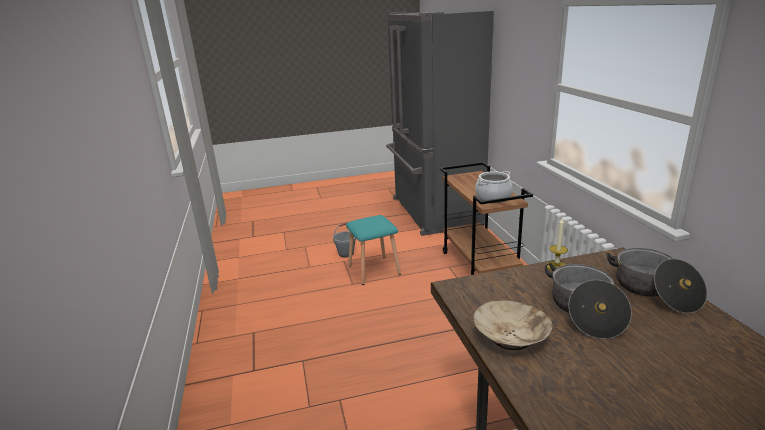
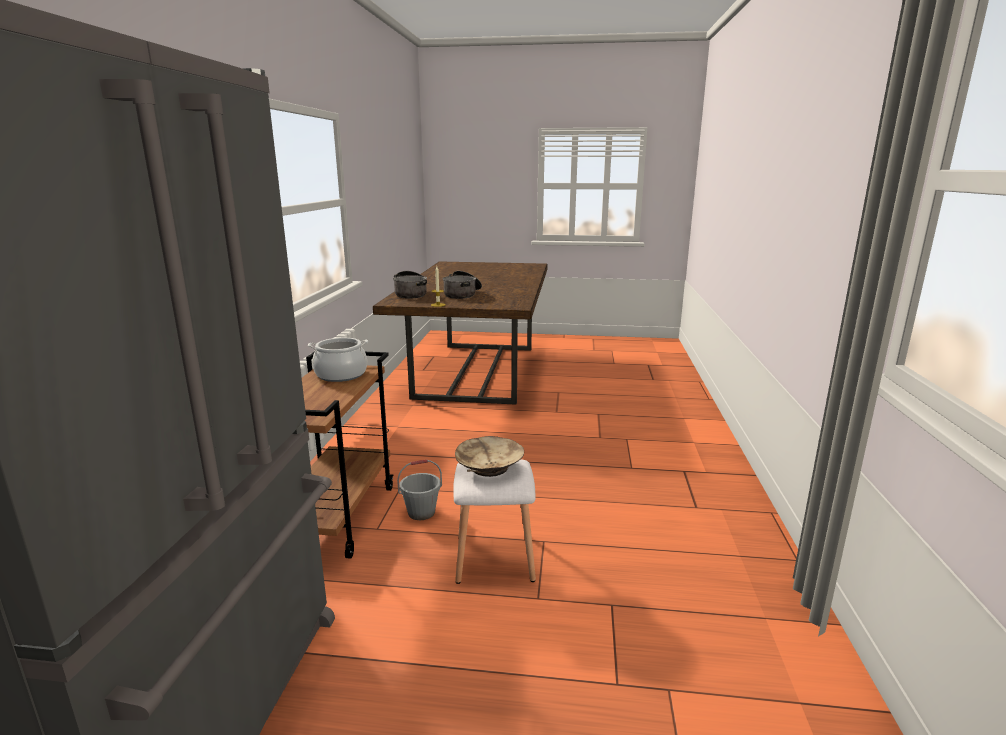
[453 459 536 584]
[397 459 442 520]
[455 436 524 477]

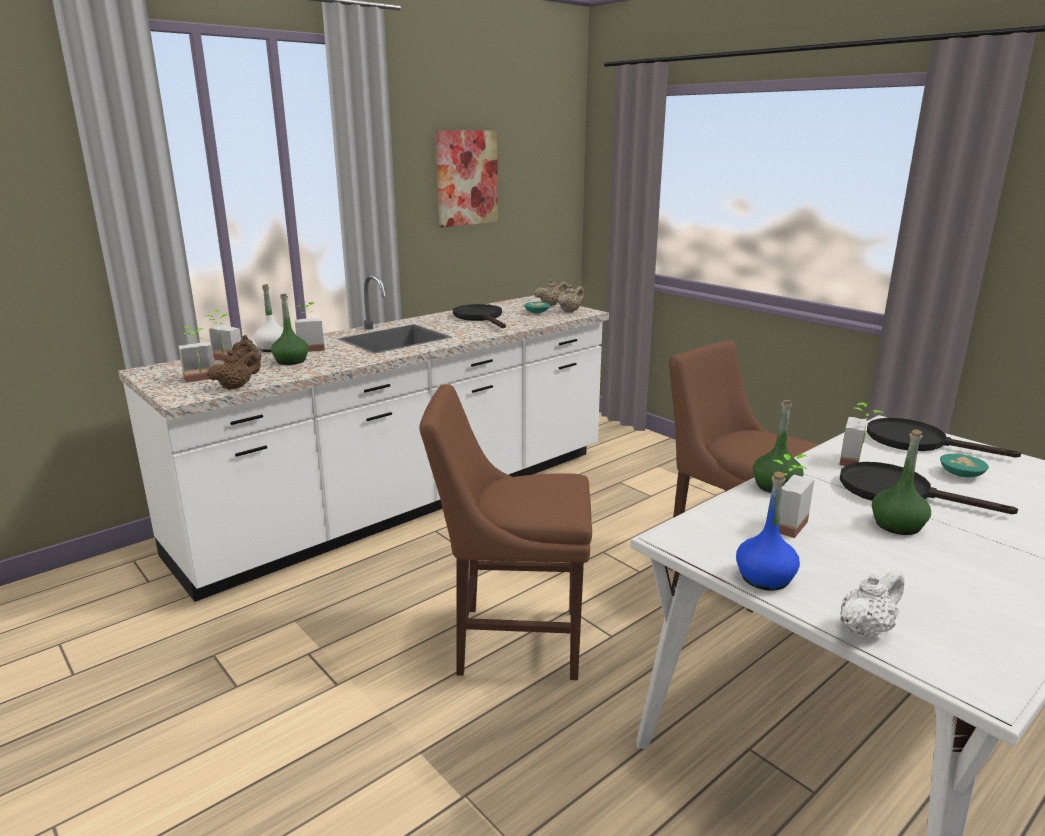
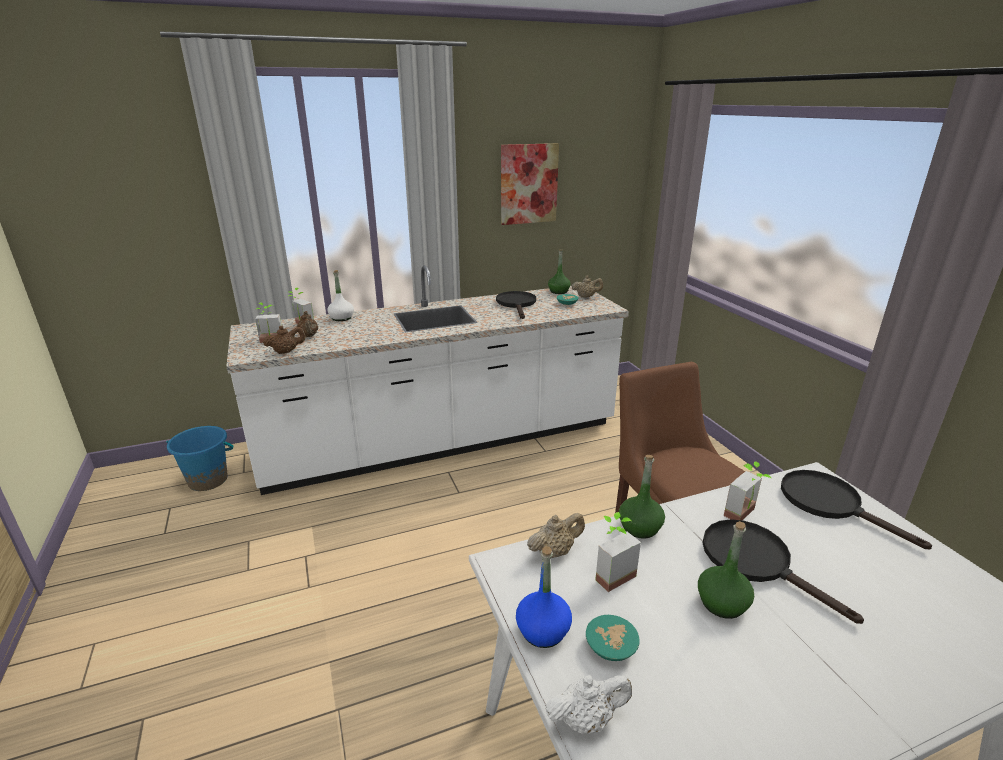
[527 513 585 558]
[548 249 571 294]
[295 302 325 352] (first image)
[419 384 592 680] (first image)
[586 615 640 661]
[167 426 233 491]

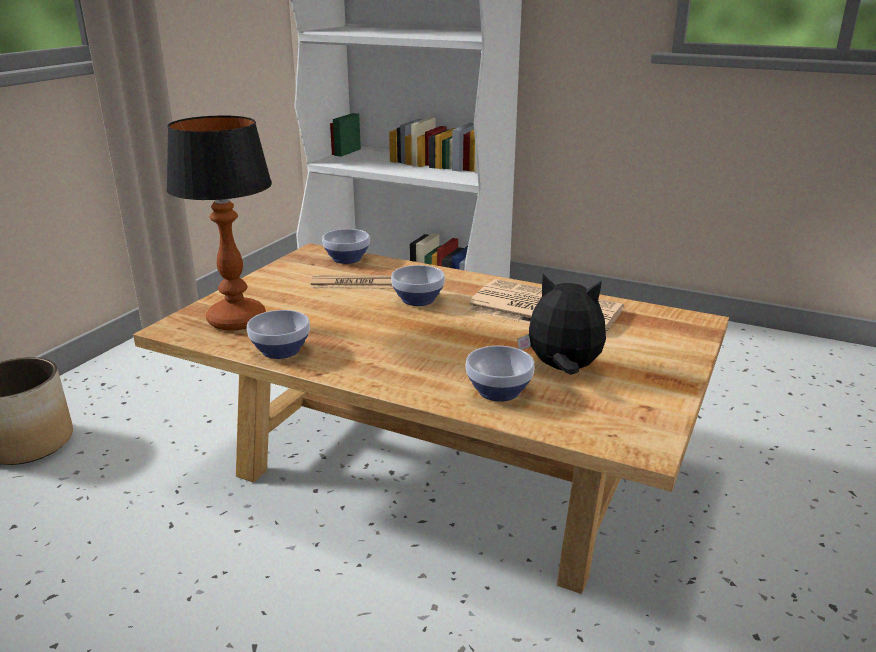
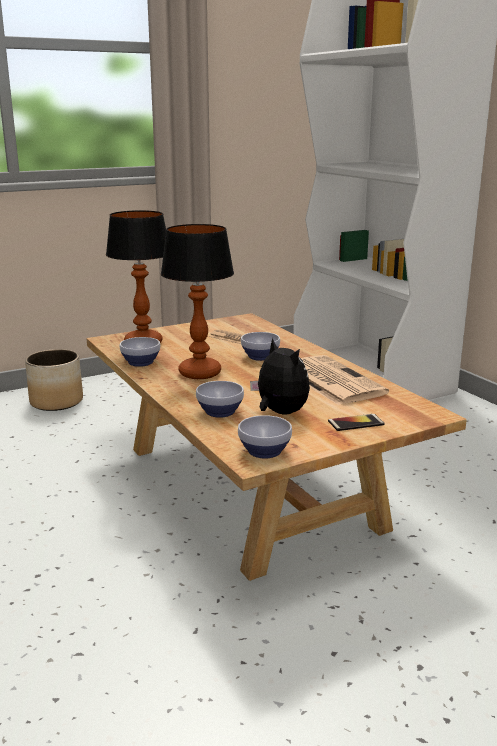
[238 415 292 459]
[161 224 234 379]
[328 414 385 431]

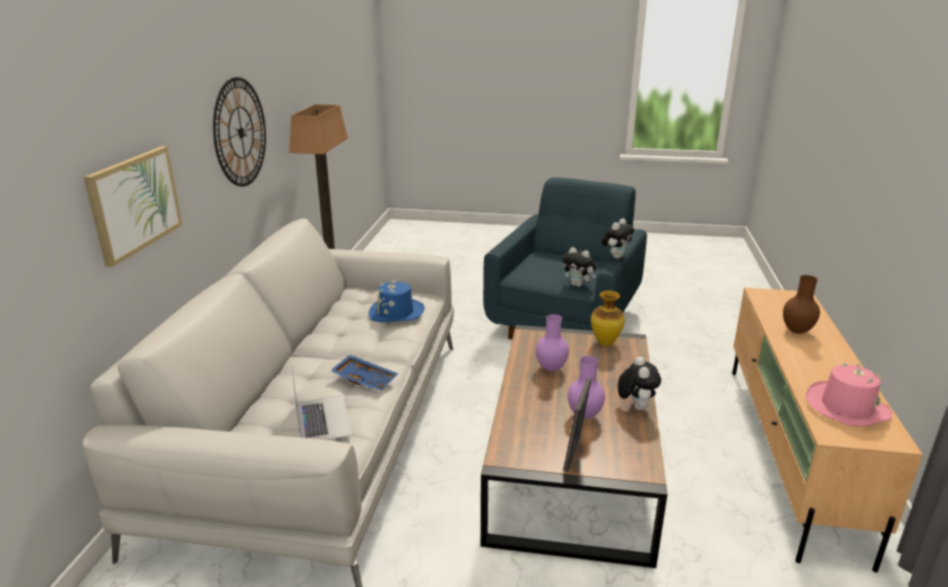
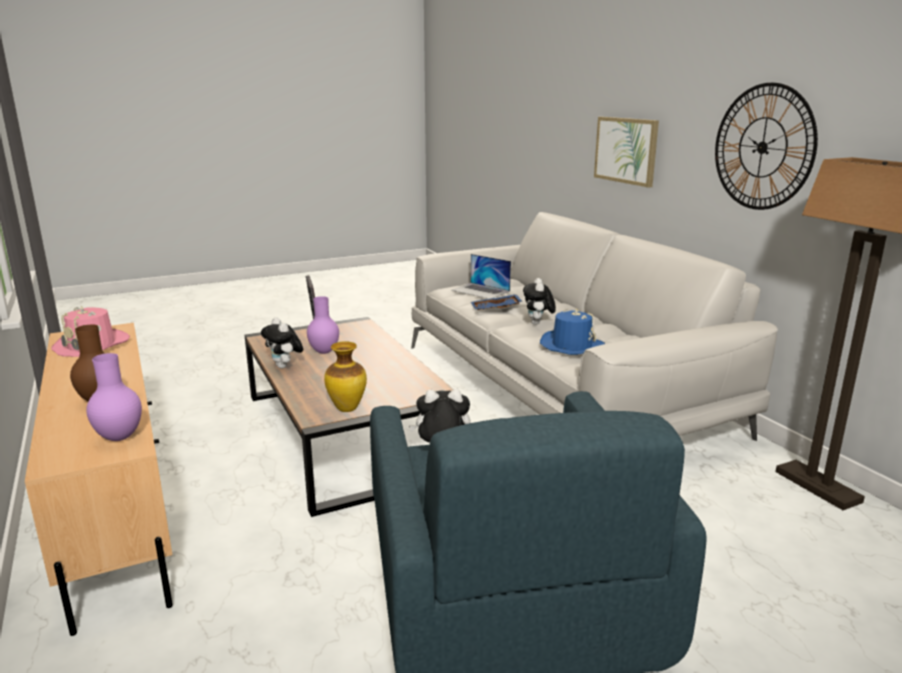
[523 278 556 325]
[86 353 142 441]

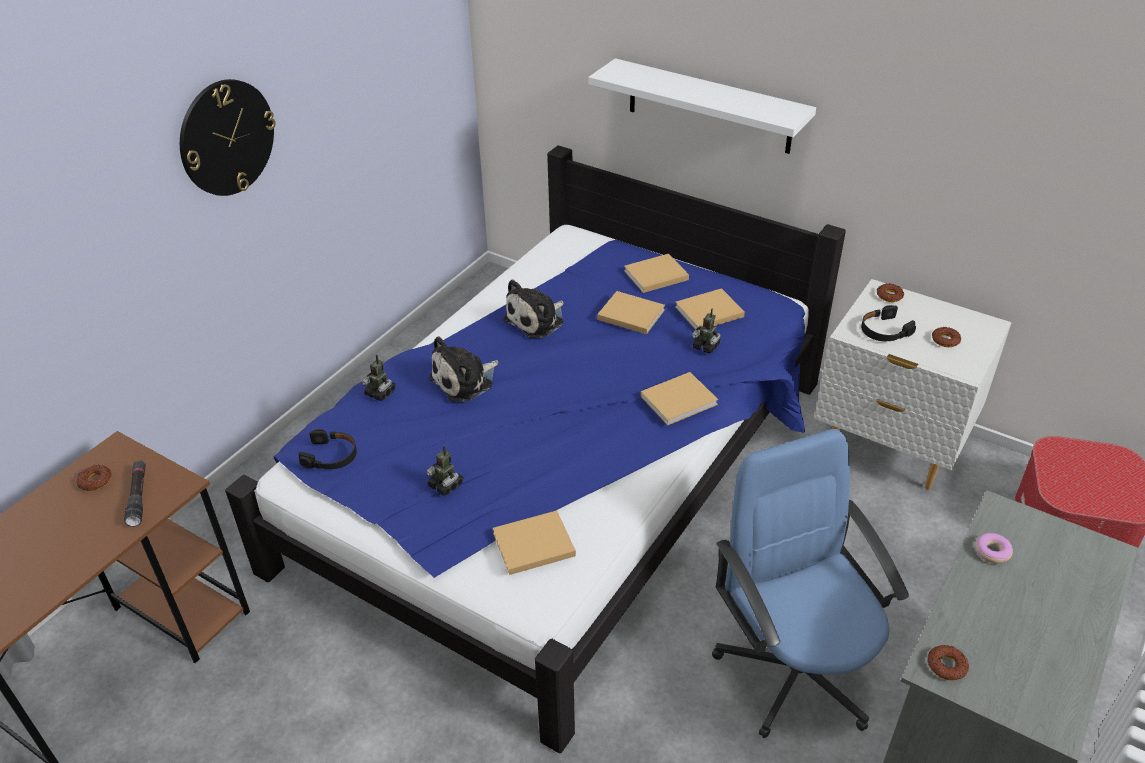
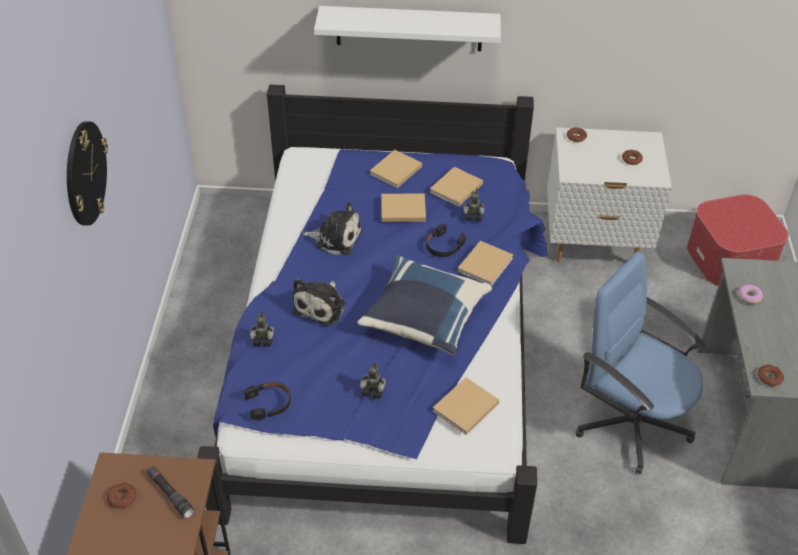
[303 202 362 255]
[426 224 466 257]
[357 255 493 355]

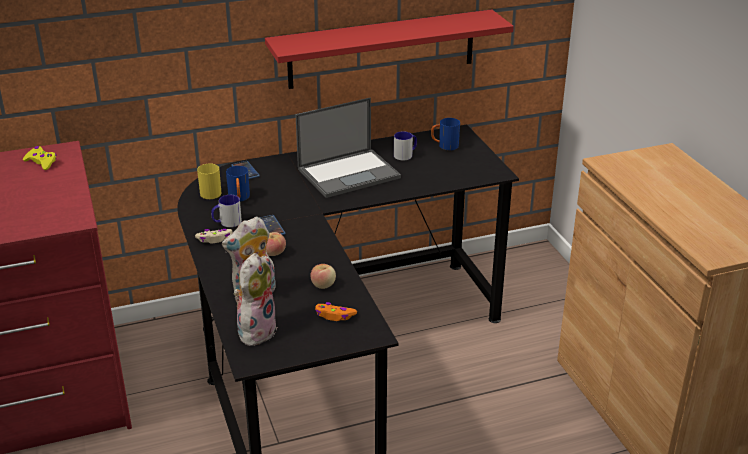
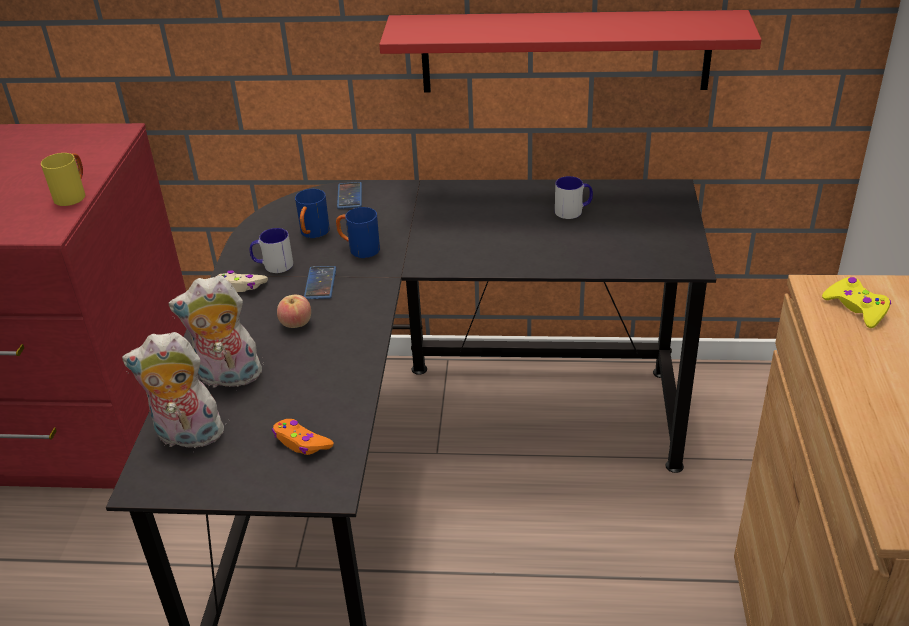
[295 98 401 198] (first image)
[336 207 380 258]
[822 277 891 328]
[41 153 85 206]
[122 332 224 448]
[310 264 336 289] (first image)

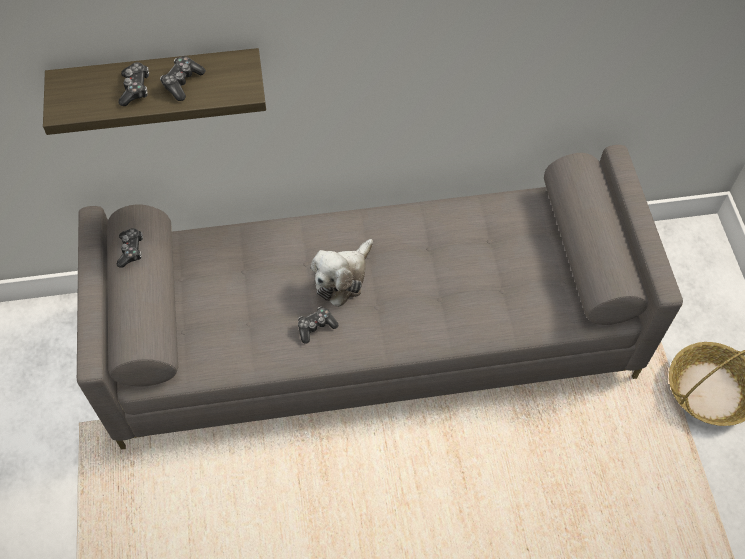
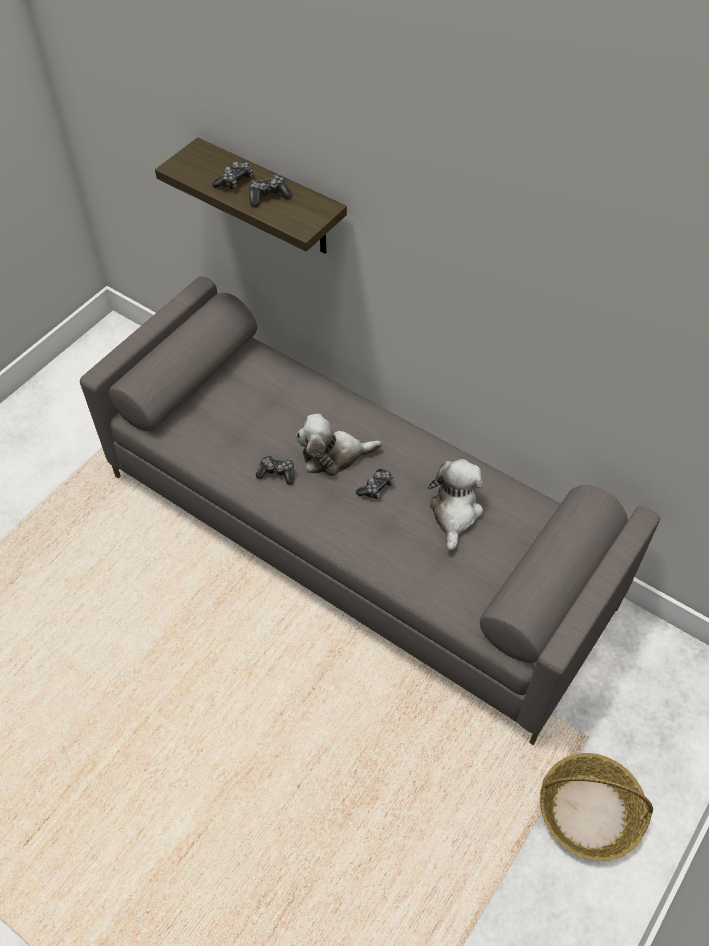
[356 469 394 499]
[428 459 483 551]

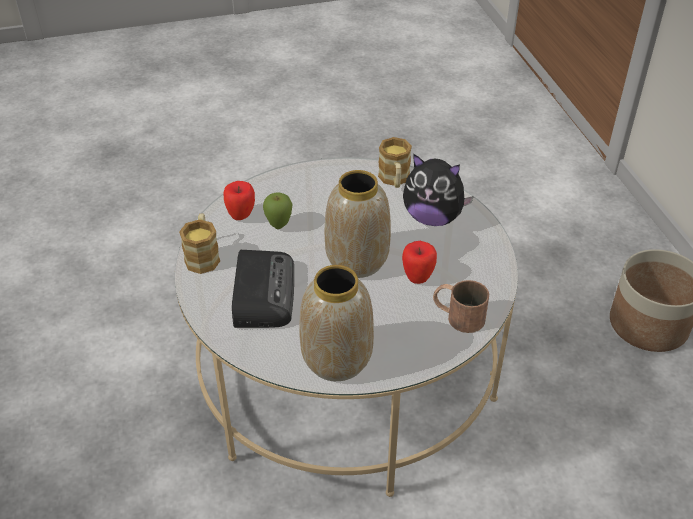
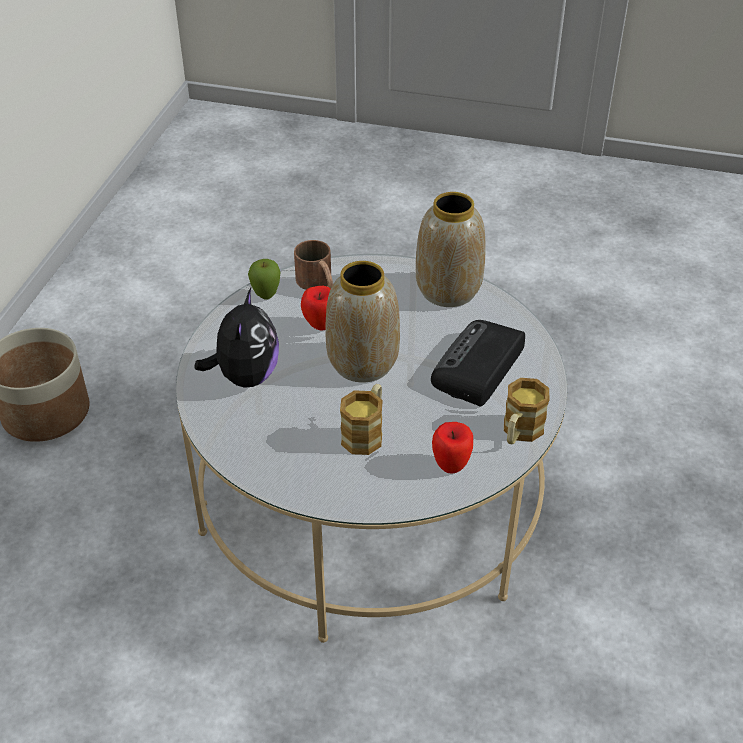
[340 384 383 455]
[194 288 279 388]
[248 259 281 300]

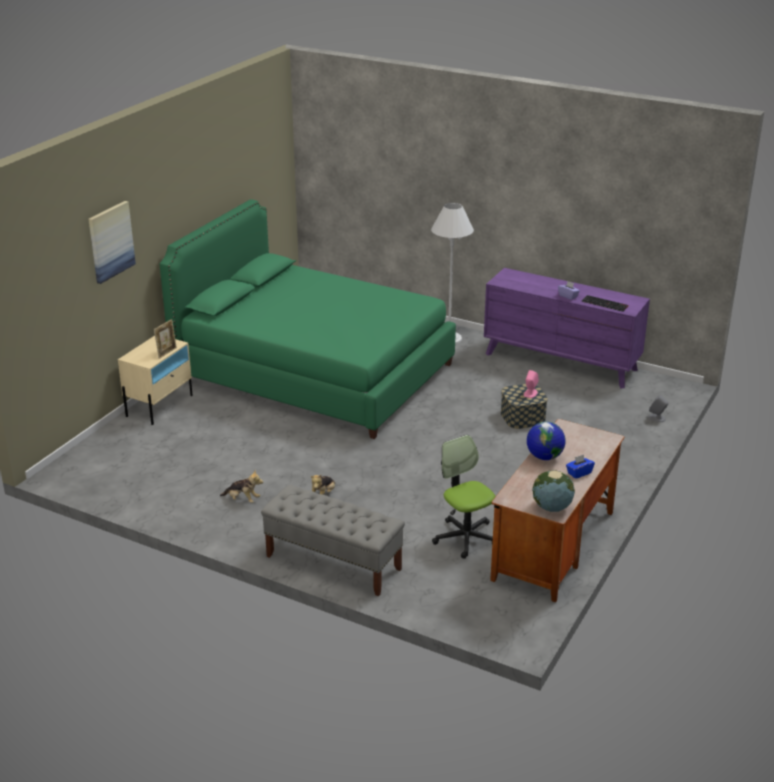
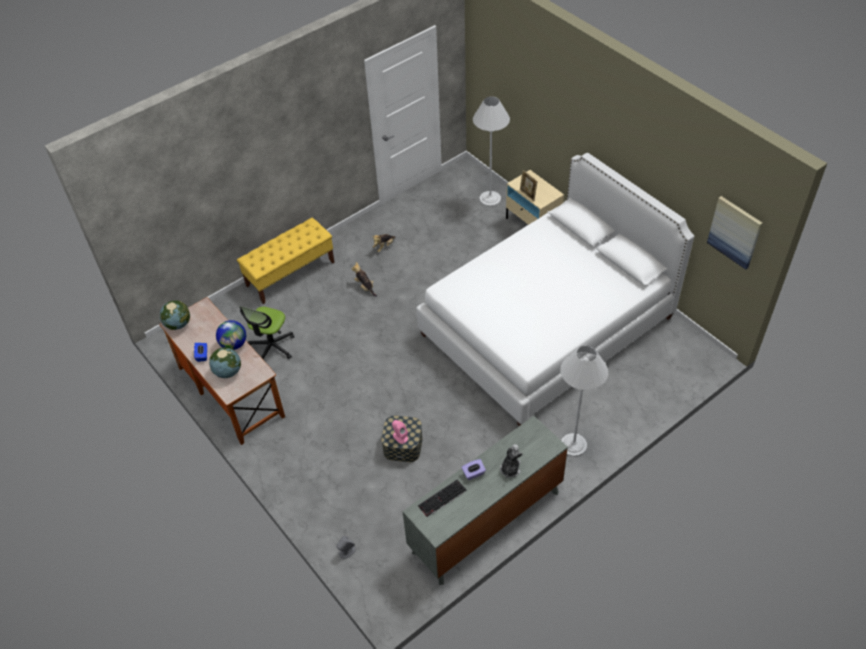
[416 153 694 426]
[707 196 762 270]
[403 416 568 585]
[239 306 294 359]
[237 218 335 304]
[473 96 510 207]
[209 347 241 378]
[500 444 523 479]

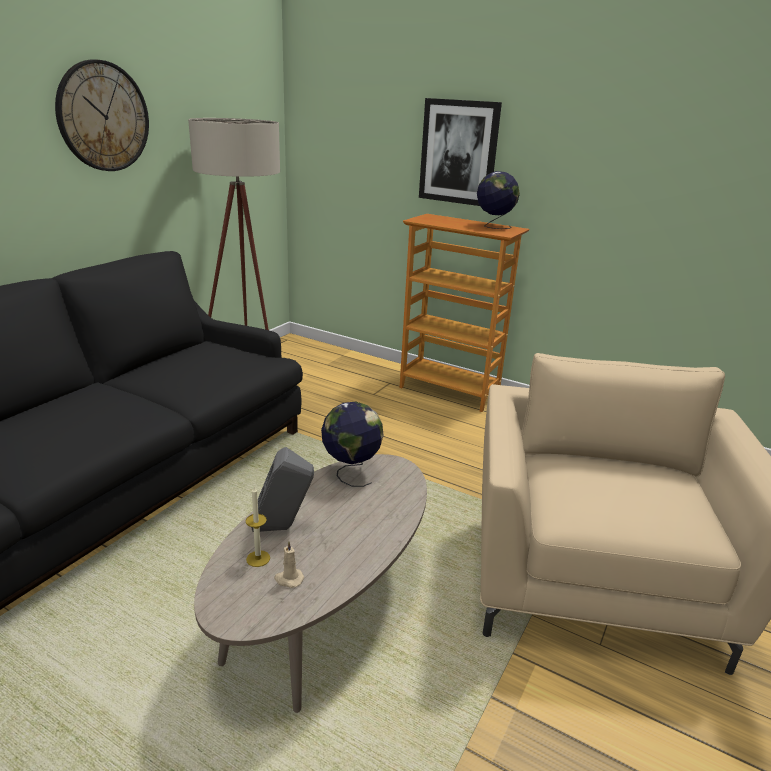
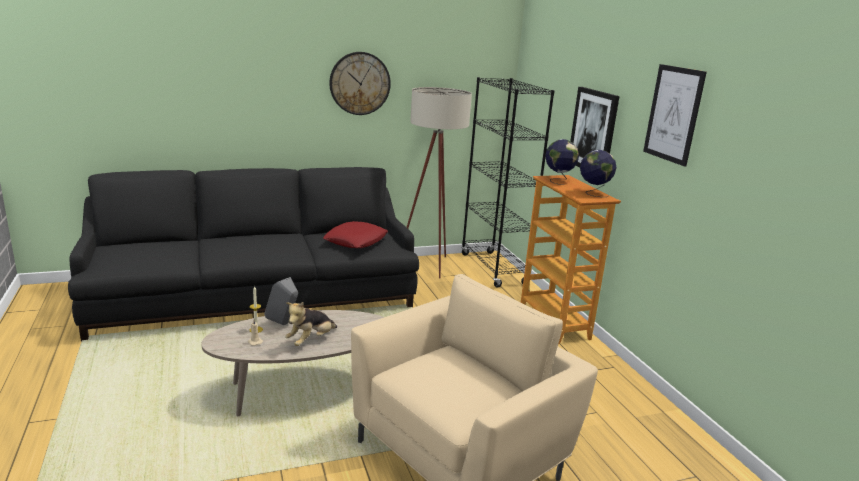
[545 139 579 185]
[643 64 707 167]
[461 77 555 287]
[323 221 388 248]
[285 302 337 346]

